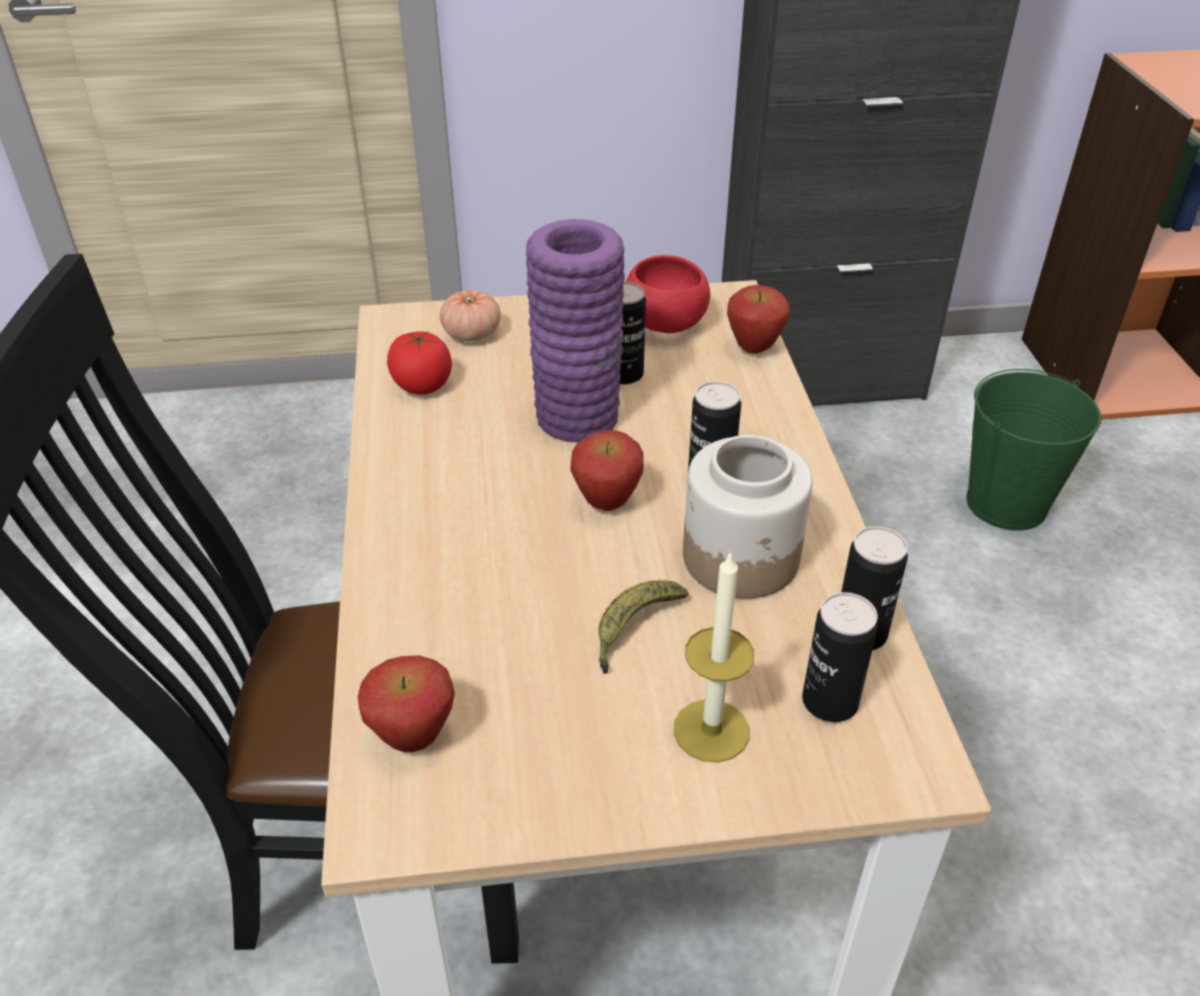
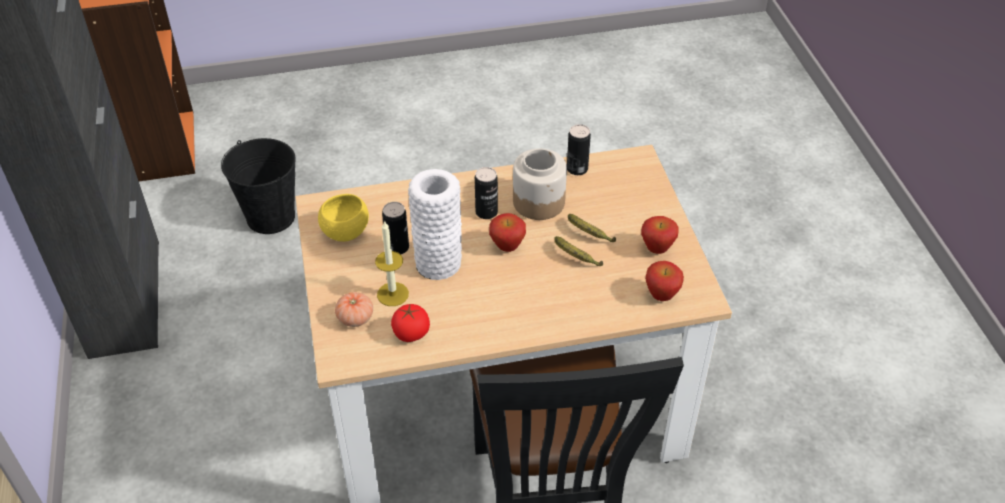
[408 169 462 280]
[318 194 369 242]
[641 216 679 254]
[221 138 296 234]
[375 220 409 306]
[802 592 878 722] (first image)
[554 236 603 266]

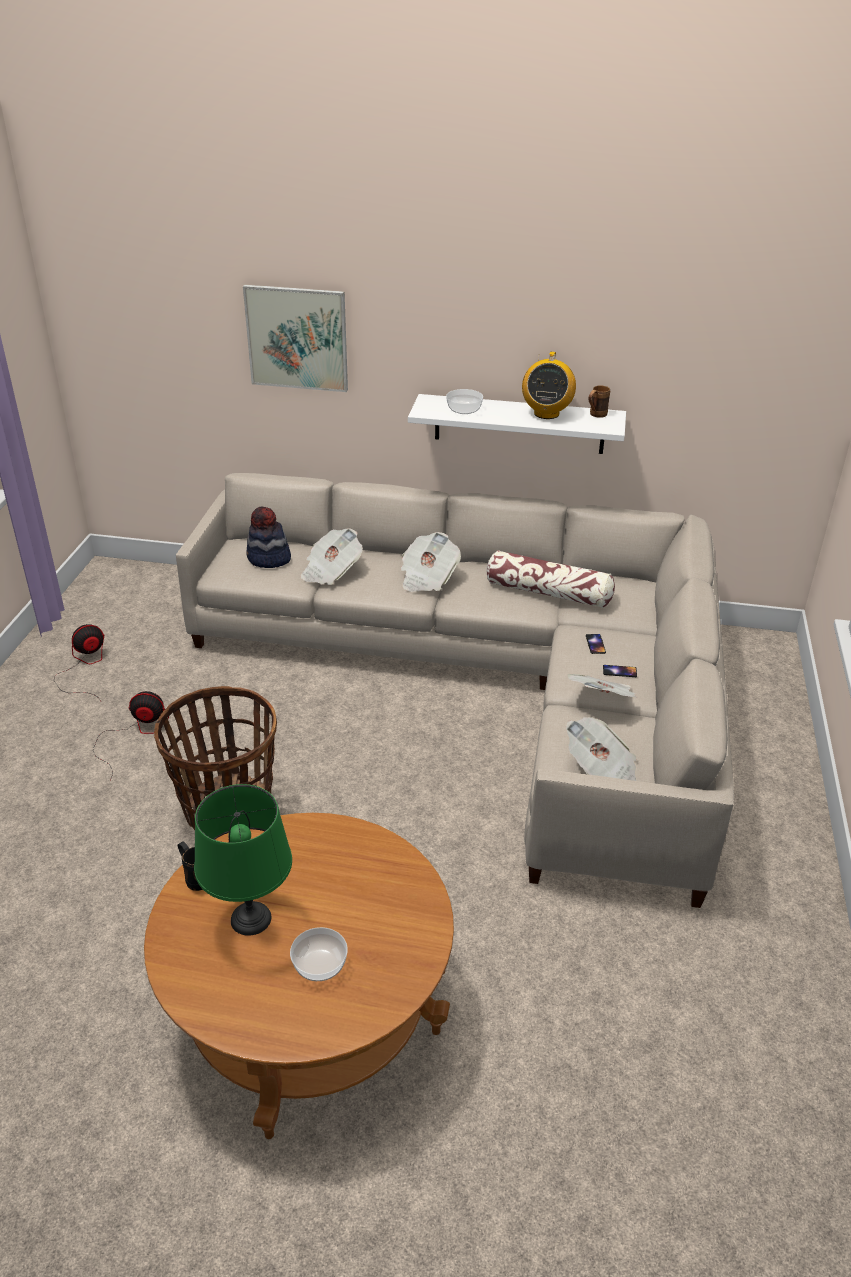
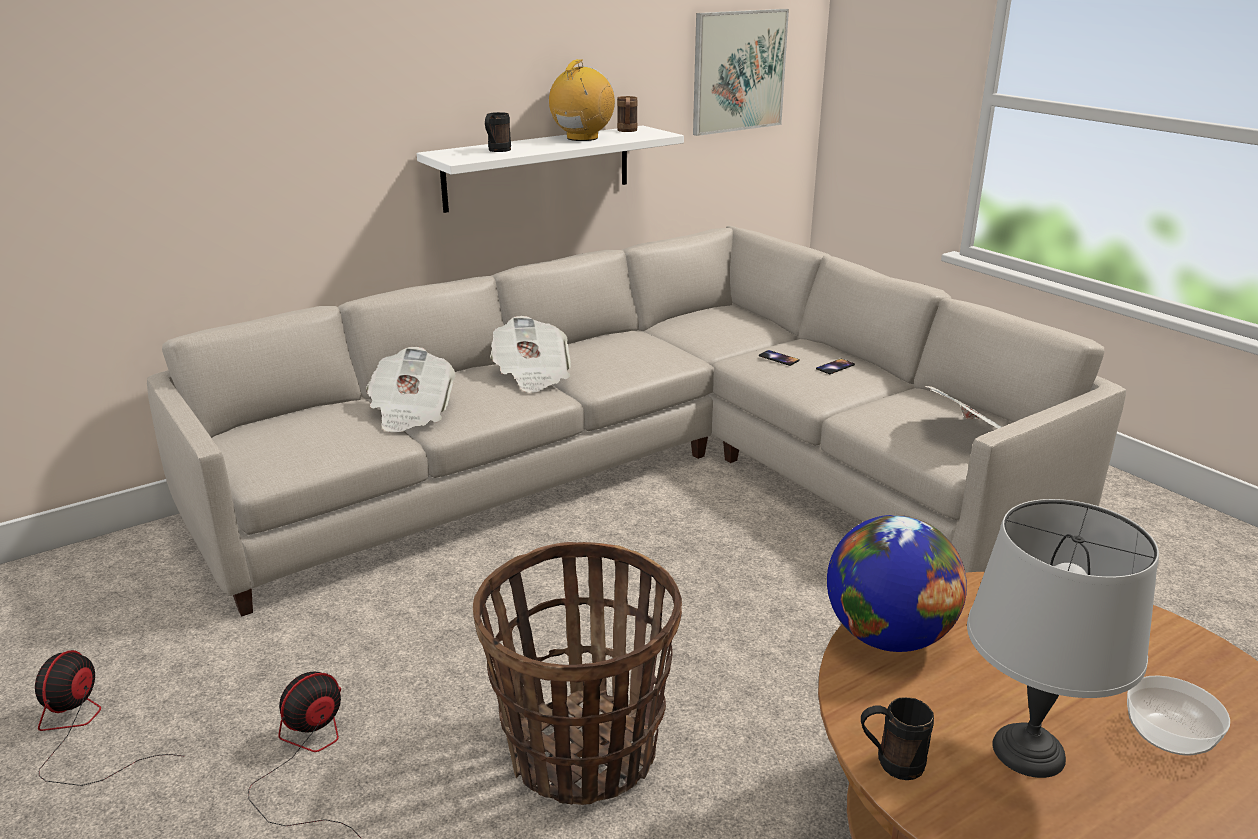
[693 9 789 136]
[549 59 615 141]
[485 112 511 152]
[247 506 291 568] (first image)
[486 550 615 608] (first image)
[567 674 638 698] (first image)
[967 499 1159 778]
[827 515 967 652]

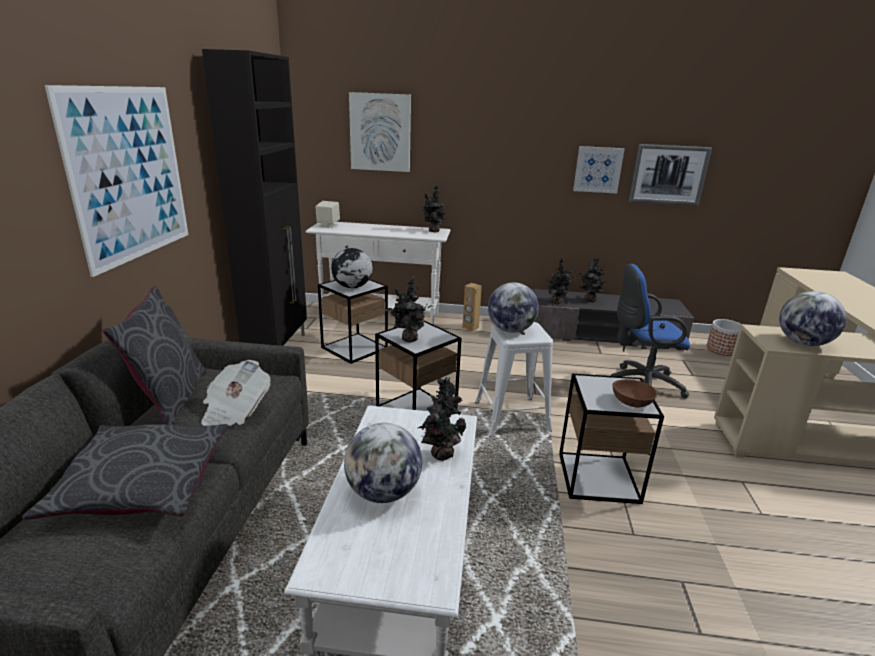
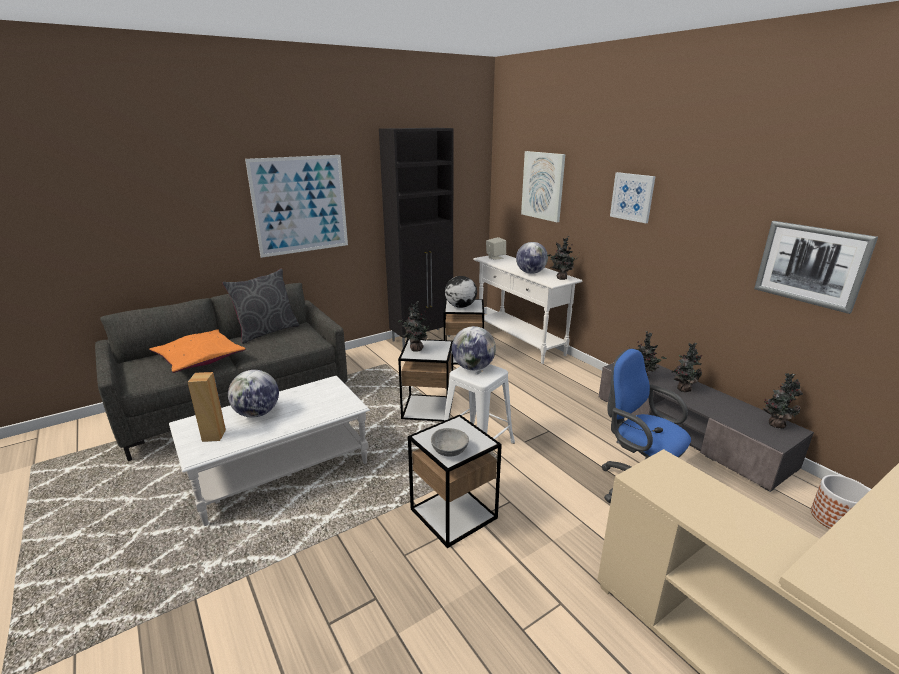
[610 172 655 223]
[188 372 226 442]
[516 242 548 274]
[201 360 271 426] (first image)
[763 373 804 429]
[431 428 469 457]
[149 329 246 373]

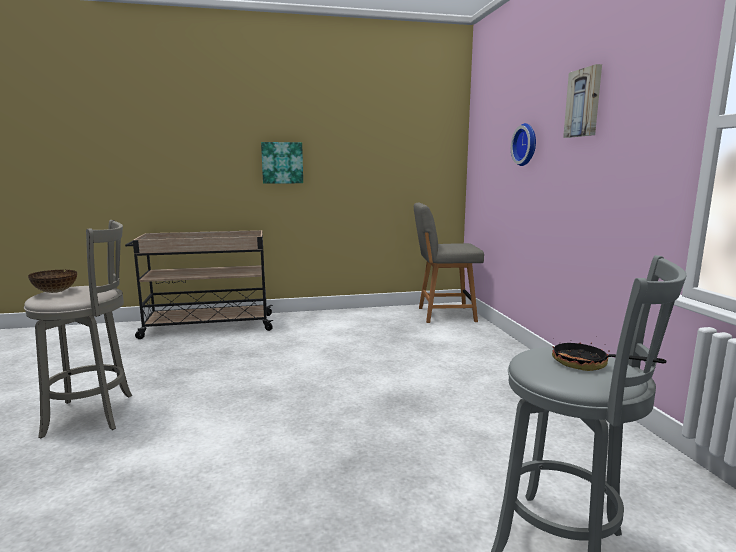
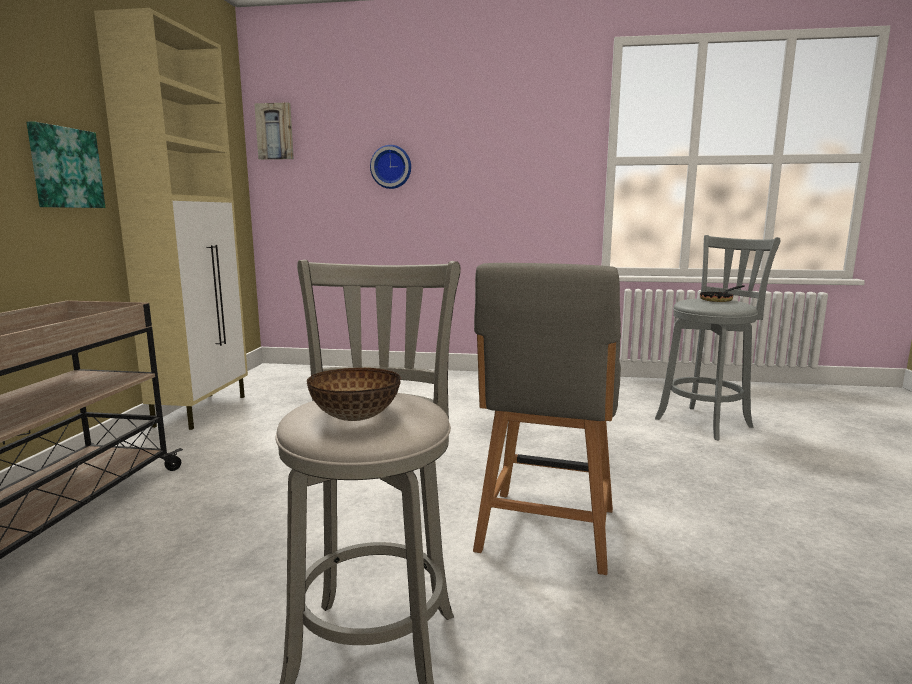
[254 102 294 160]
[473 263 621 575]
[94 8 248 430]

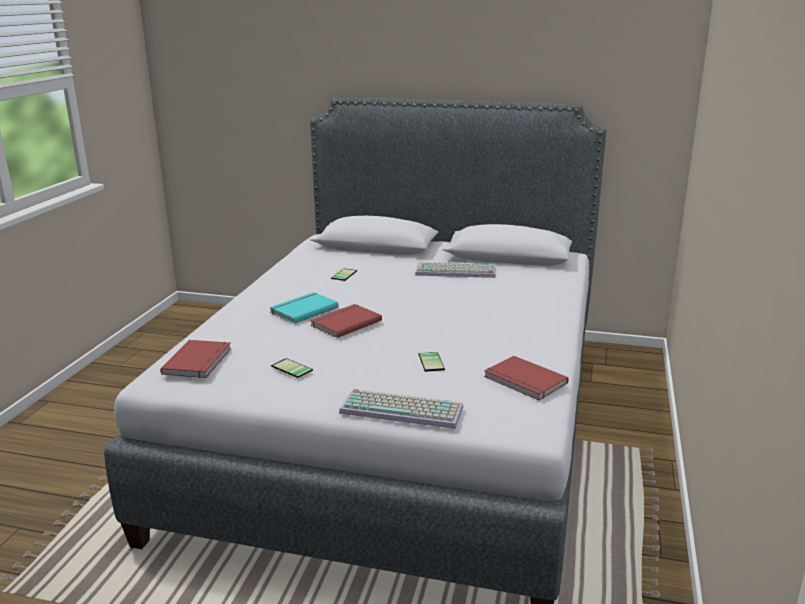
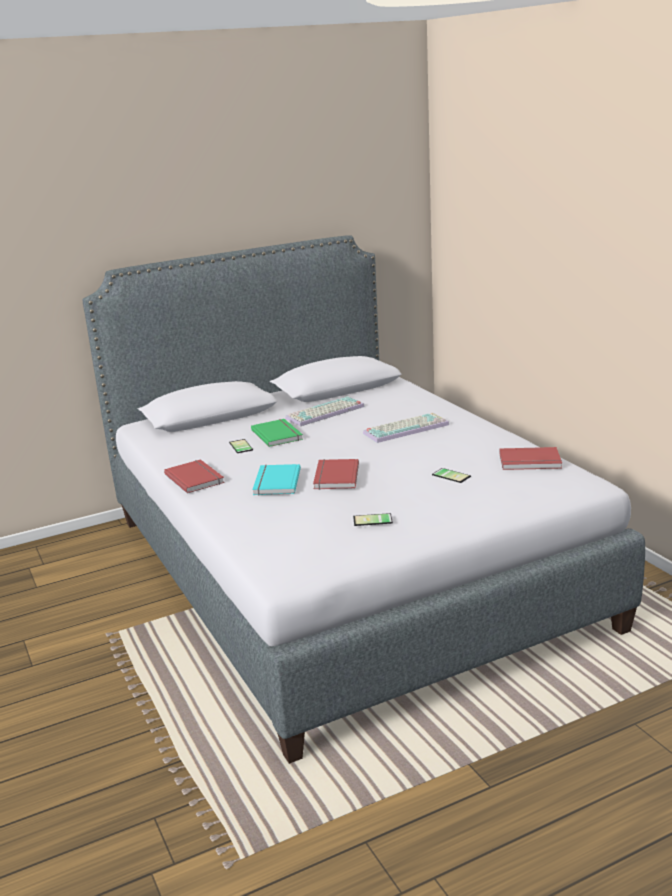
[164 459 225 493]
[363 413 449 443]
[251 419 303 447]

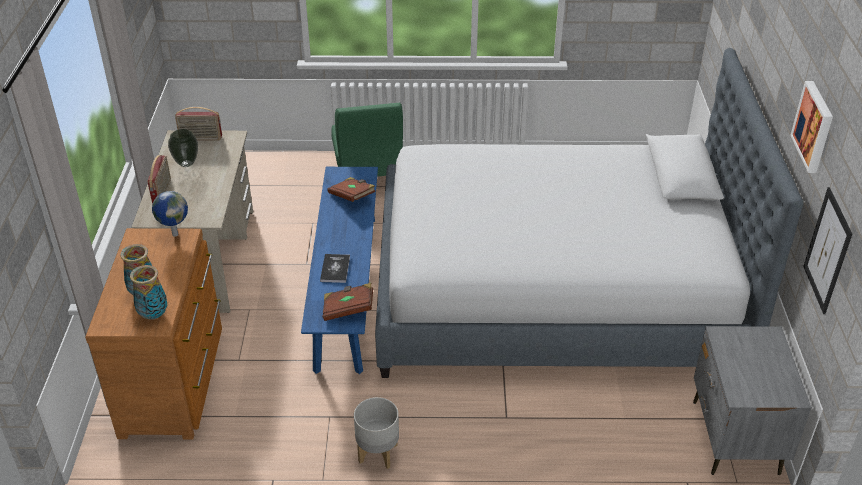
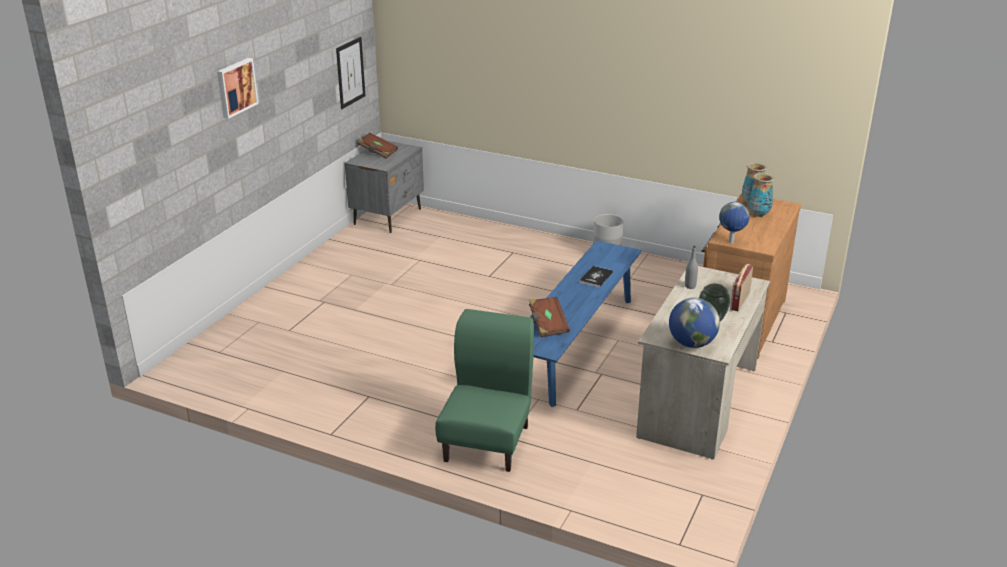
[375 48 804 378] (first image)
[217 58 258 119]
[669 298 720 348]
[358 133 398 158]
[685 246 698 289]

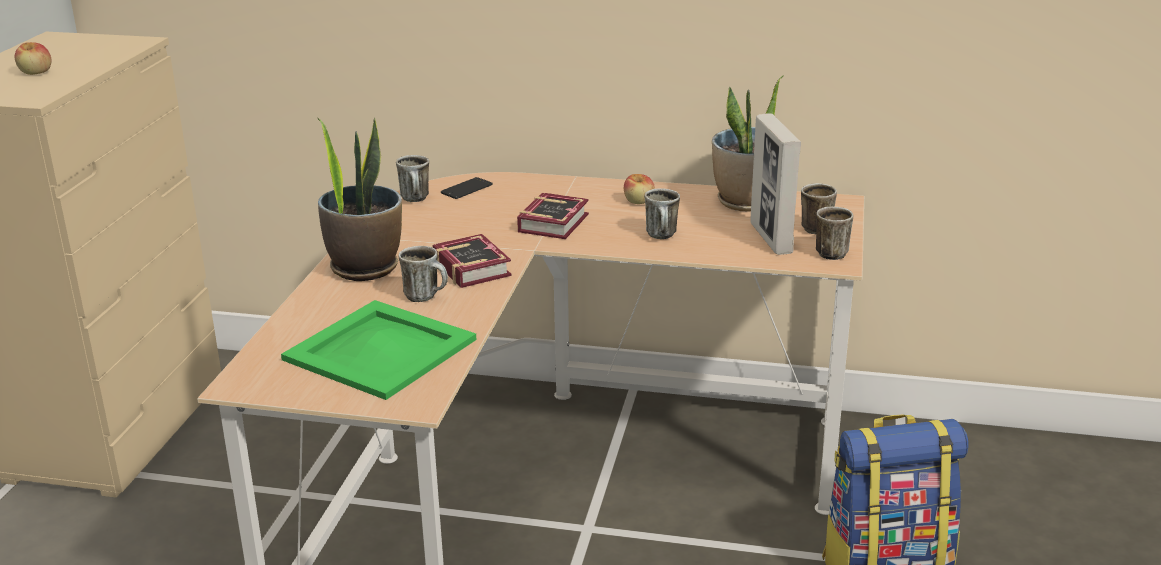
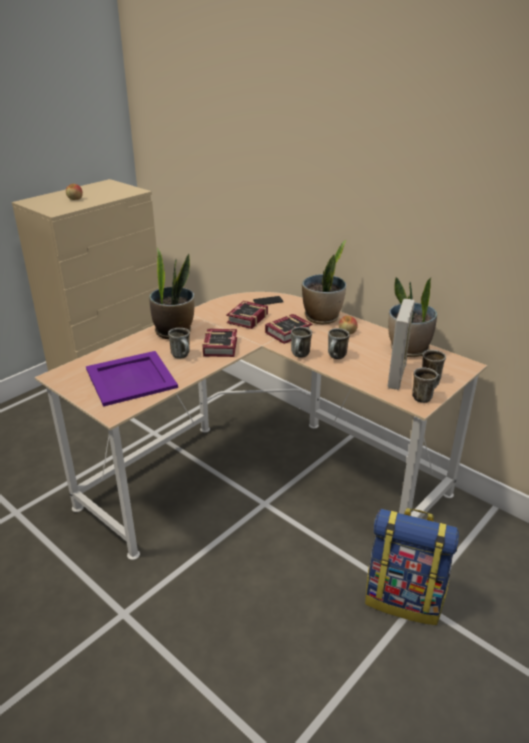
[291 327 312 358]
[86 351 178 407]
[302 240 346 324]
[226 301 268 329]

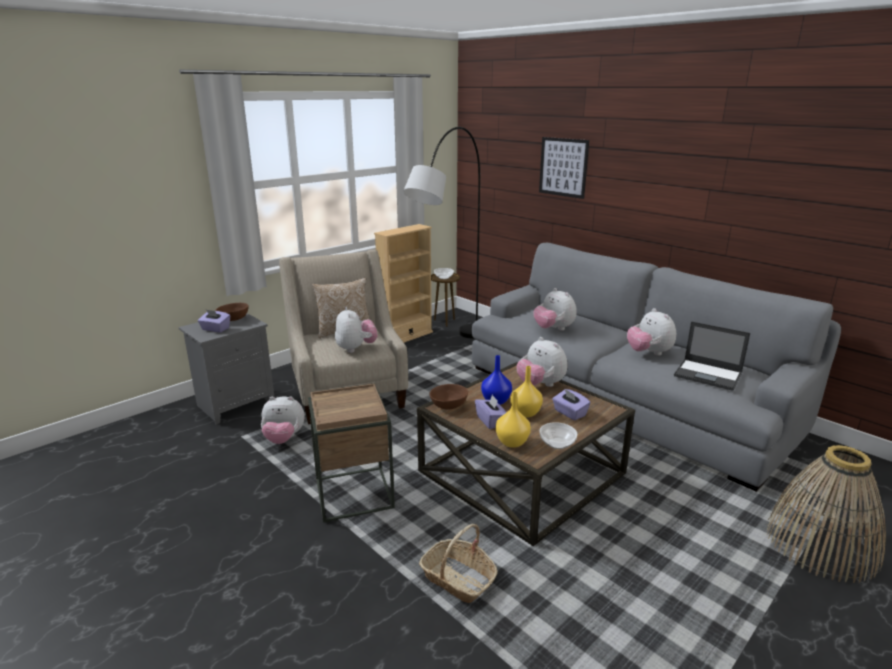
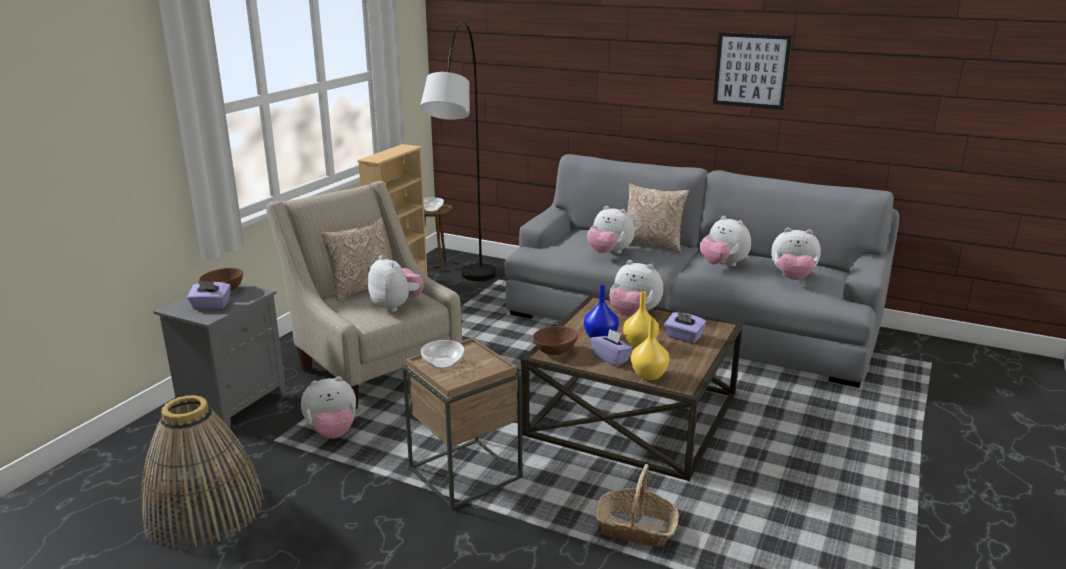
[713 32 792 110]
[771 228 821 280]
[421 340 464 369]
[140 395 264 549]
[627 183 690 253]

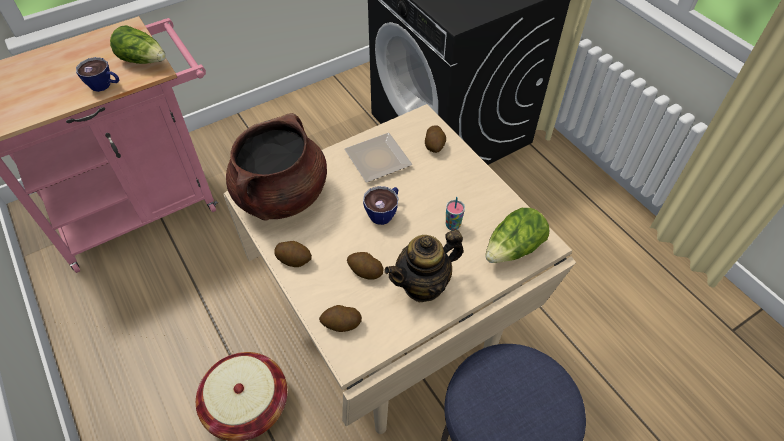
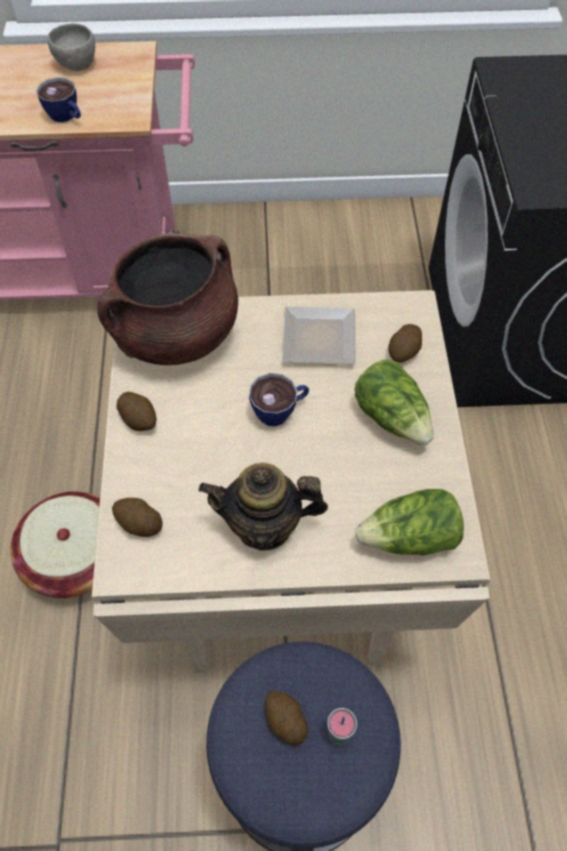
[355 359 434 445]
[327 708 357 745]
[265 691 308 745]
[48 23 95 71]

